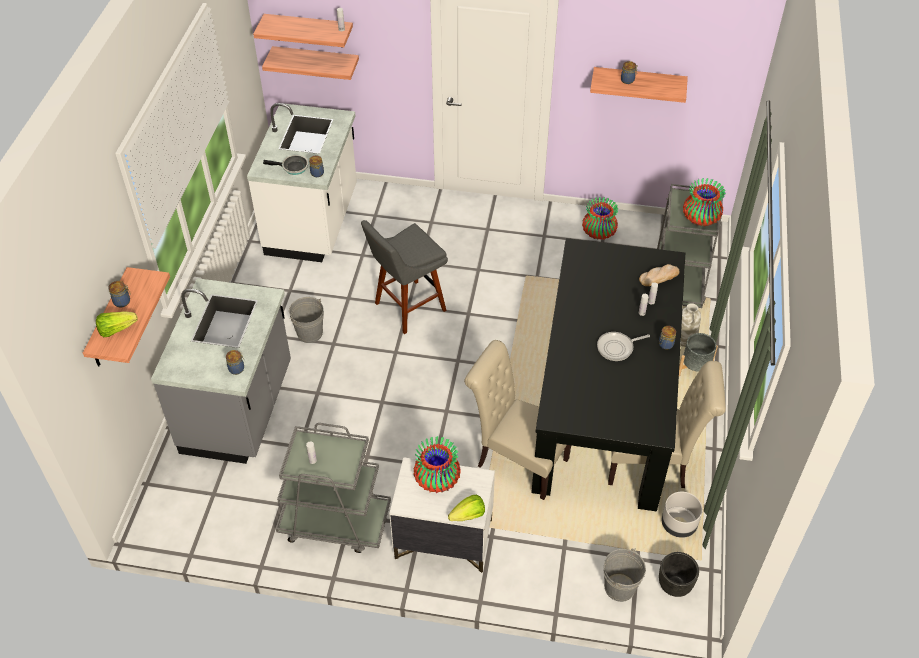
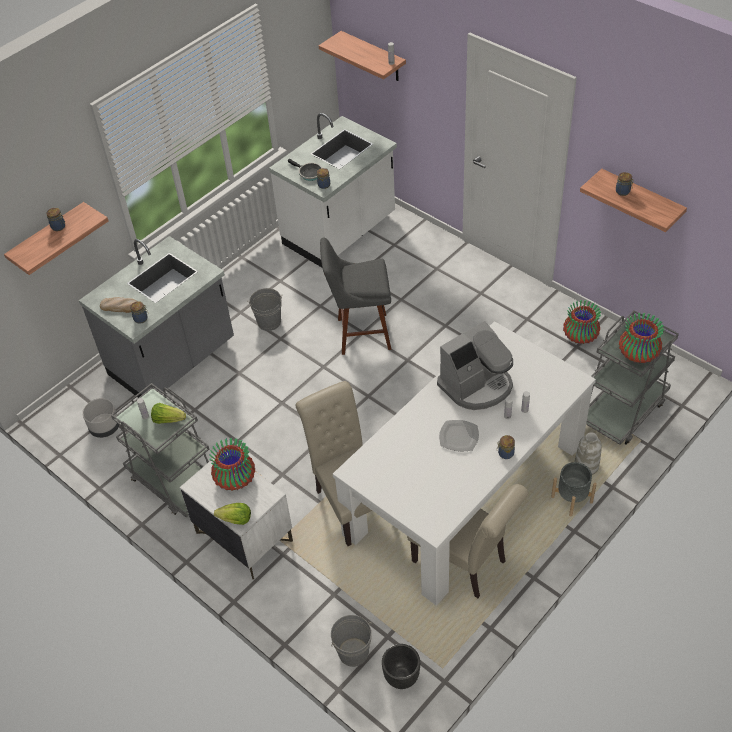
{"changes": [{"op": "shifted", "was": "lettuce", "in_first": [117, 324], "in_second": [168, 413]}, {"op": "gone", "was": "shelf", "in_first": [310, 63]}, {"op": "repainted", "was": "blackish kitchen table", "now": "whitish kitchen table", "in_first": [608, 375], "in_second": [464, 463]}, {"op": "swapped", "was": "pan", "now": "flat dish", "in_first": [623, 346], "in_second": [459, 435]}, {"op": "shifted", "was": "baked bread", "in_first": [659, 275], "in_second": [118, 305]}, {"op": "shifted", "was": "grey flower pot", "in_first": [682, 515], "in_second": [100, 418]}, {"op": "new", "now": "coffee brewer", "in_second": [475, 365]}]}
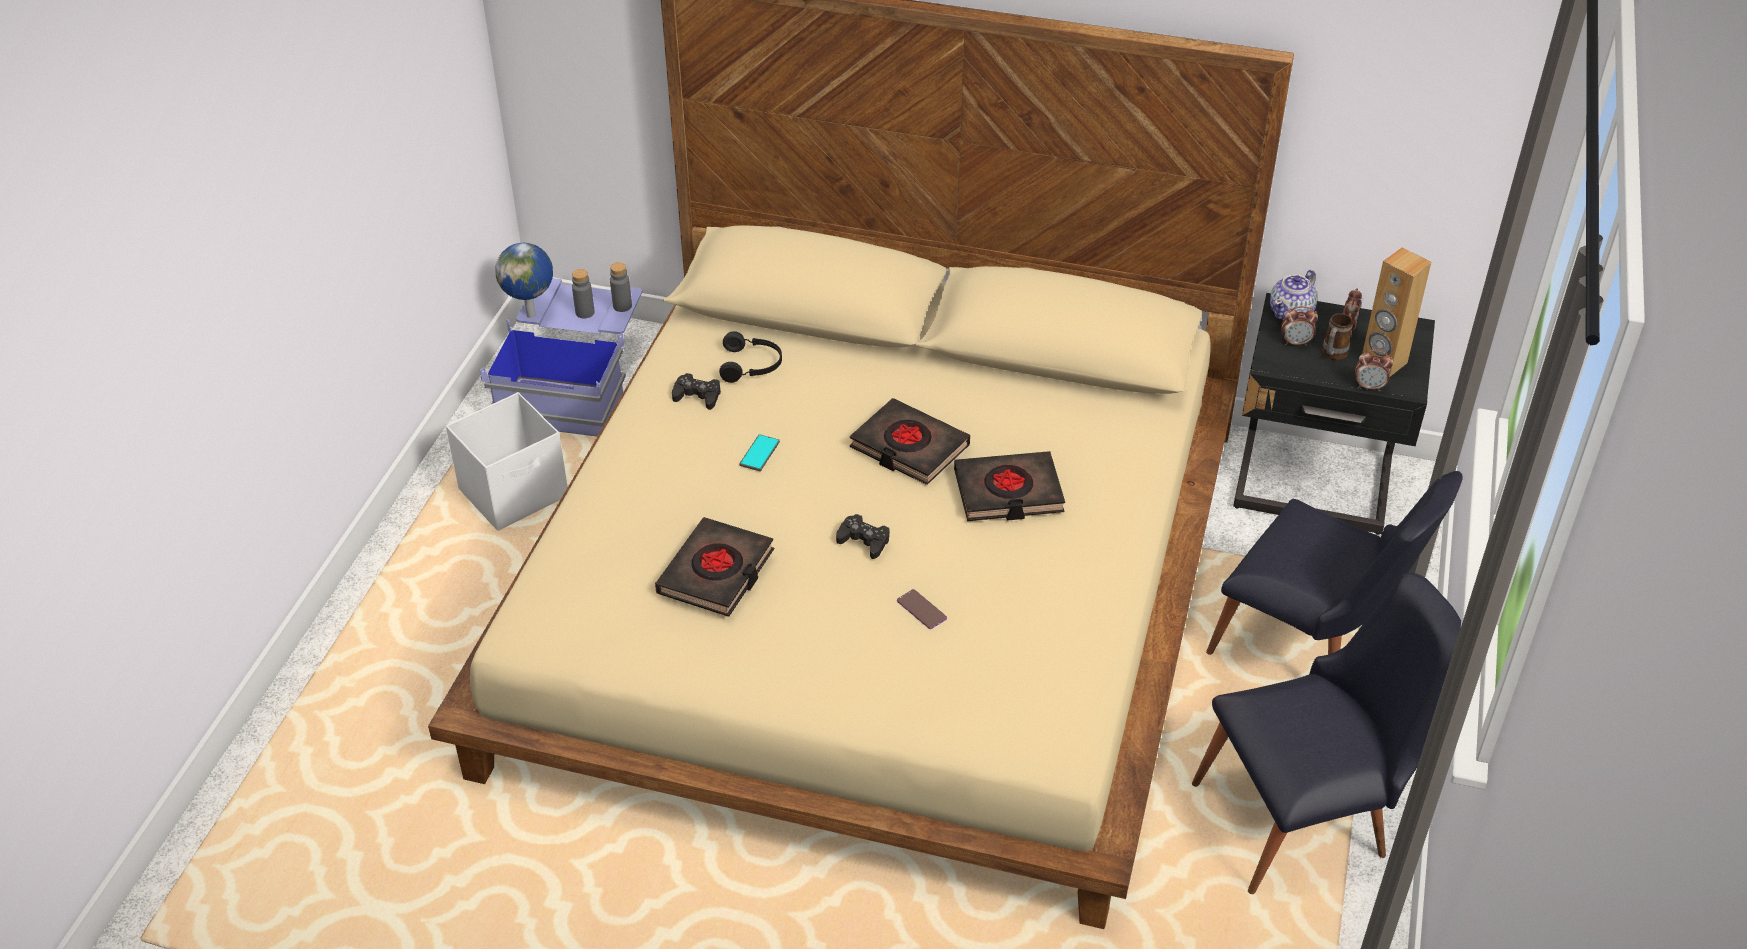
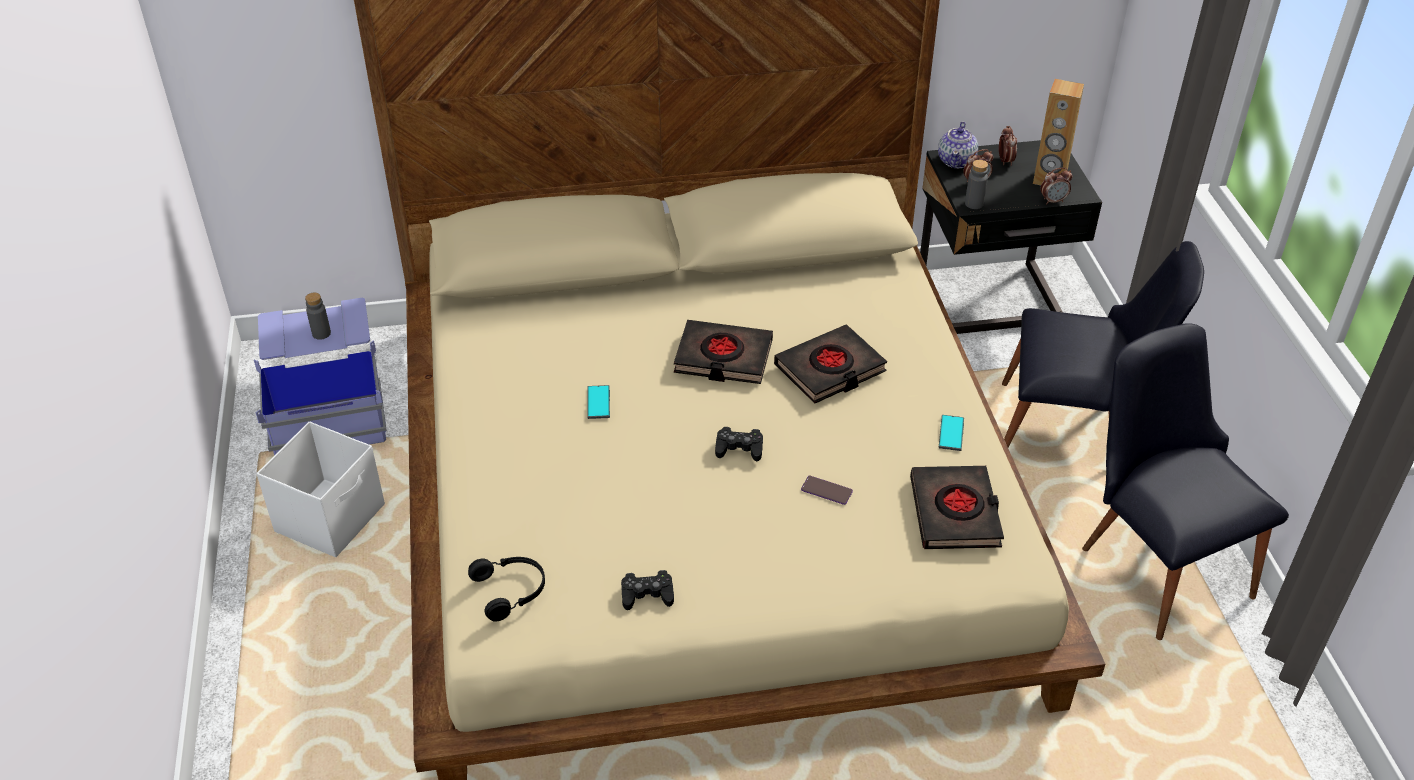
{"changes": [{"op": "gone", "was": "globe", "in_first": [524, 280]}, {"op": "shifted", "was": "grey bottle", "in_first": [621, 287], "in_second": [976, 184]}, {"op": "shifted", "was": "blackish bound book", "in_first": [714, 567], "in_second": [957, 507]}, {"op": "shifted", "was": "blackish game controller", "in_first": [696, 391], "in_second": [647, 590]}, {"op": "shifted", "was": "blackish headset", "in_first": [750, 357], "in_second": [506, 589]}, {"op": "rotated", "was": "blackish chair", "in_first": [1326, 733], "in_second": [1185, 481], "clockwise": -75}, {"op": "gone", "was": "tea mug", "in_first": [1337, 336]}, {"op": "new", "now": "handset", "in_second": [951, 433]}]}
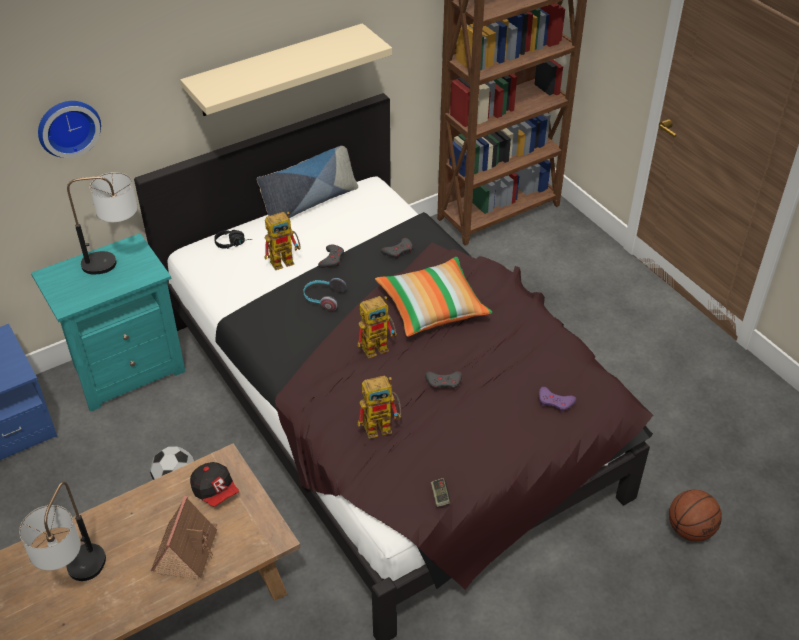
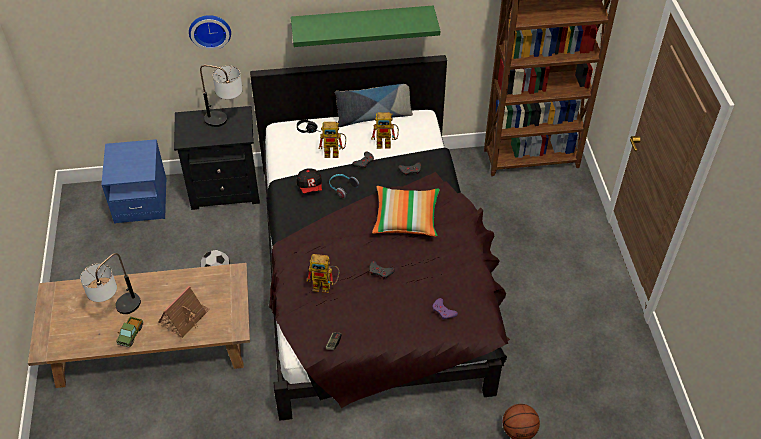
{"changes": [{"op": "repainted", "was": "blue-green night table", "now": "blackish night table", "in_first": [108, 322], "in_second": [217, 158]}, {"op": "repainted", "was": "sand-coloured shelf", "now": "green-coloured shelf", "in_first": [286, 69], "in_second": [365, 26]}, {"op": "shifted", "was": "baseball cap", "in_first": [214, 484], "in_second": [309, 181]}, {"op": "shifted", "was": "model robot", "in_first": [377, 327], "in_second": [385, 130]}, {"op": "new", "now": "toy lorry", "in_second": [129, 332]}]}
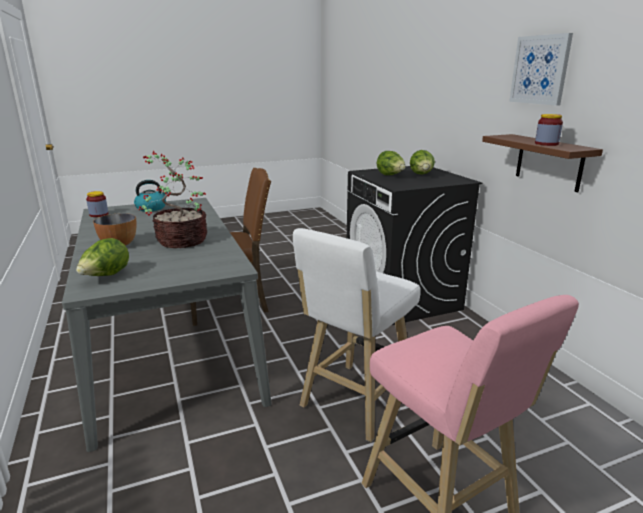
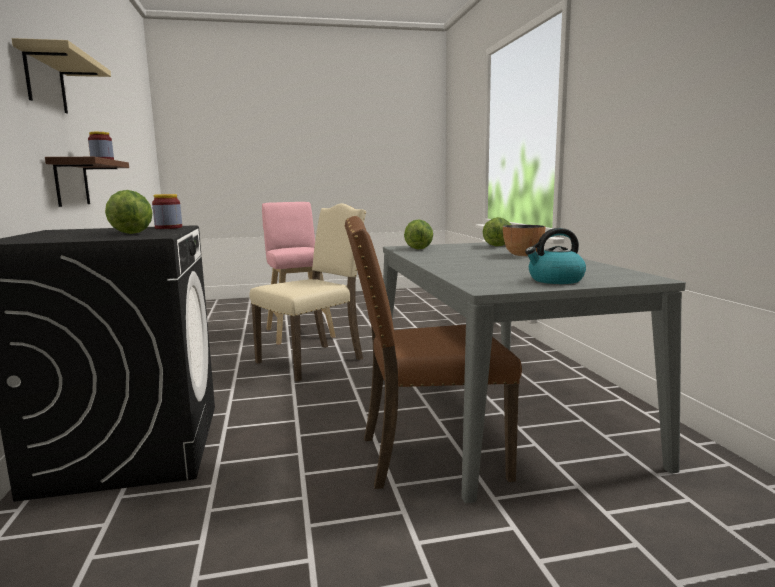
{"changes": [{"op": "shifted", "was": "storage jar", "in_first": [97, 204], "in_second": [167, 211]}, {"op": "gone", "was": "plant in a pot", "in_first": [172, 199]}, {"op": "swapped", "was": "whitish stool", "now": "sand-coloured chair", "in_first": [357, 335], "in_second": [307, 292]}, {"op": "shifted", "was": "lettuce", "in_first": [422, 162], "in_second": [418, 234]}, {"op": "swapped", "was": "wall art", "now": "sand-coloured shelf", "in_first": [541, 69], "in_second": [61, 75]}]}
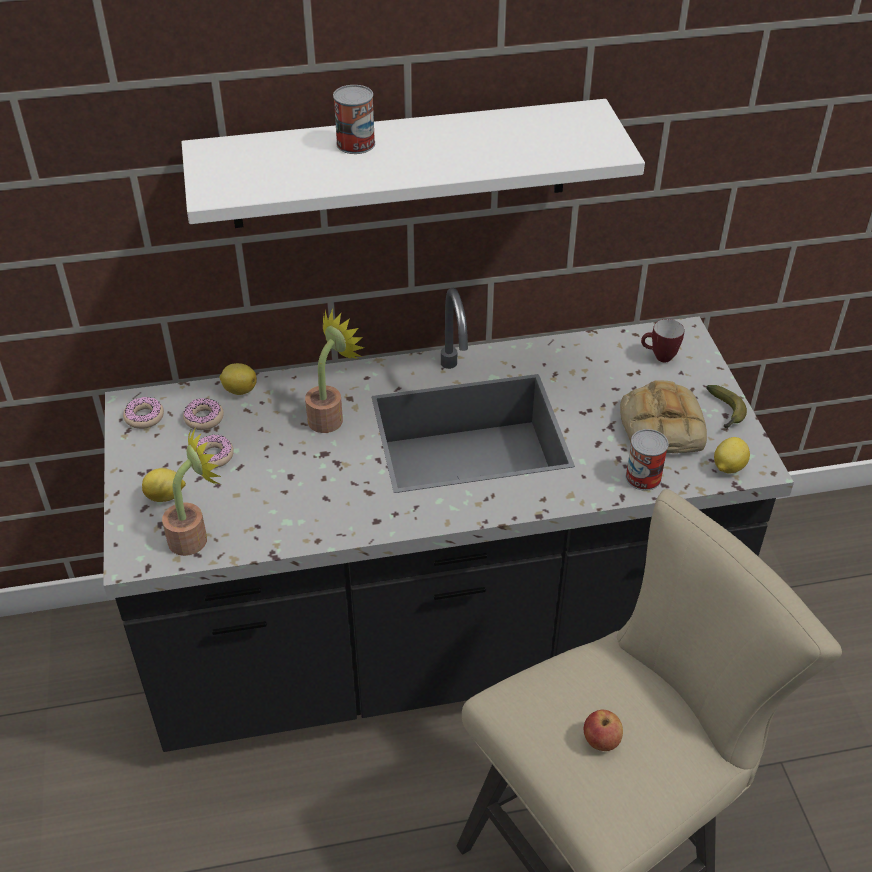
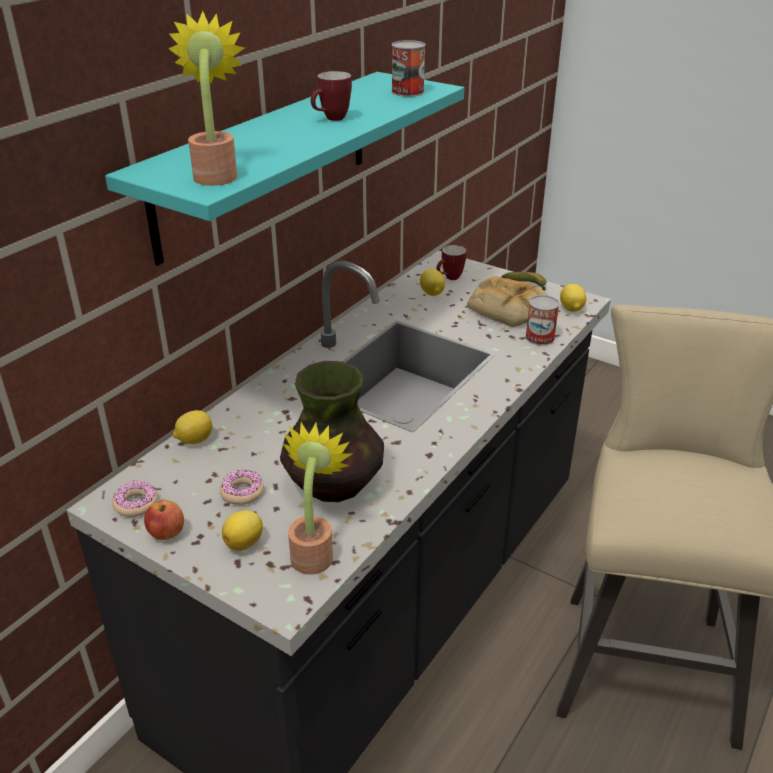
{"changes": [{"op": "repainted", "was": "whitish shelf", "now": "blue-green shelf", "in_first": [413, 163], "in_second": [284, 169]}, {"op": "gone", "was": "ring doughnut", "in_first": [203, 414]}, {"op": "shifted", "was": "plant in a pot", "in_first": [335, 370], "in_second": [206, 98]}, {"op": "shifted", "was": "sealed can", "in_first": [354, 119], "in_second": [408, 68]}, {"op": "shifted", "was": "apple fruit", "in_first": [603, 730], "in_second": [164, 520]}, {"op": "new", "now": "decorative vase", "in_second": [332, 431]}, {"op": "new", "now": "tea mug", "in_second": [331, 96]}, {"op": "new", "now": "whole lemon", "in_second": [432, 282]}]}
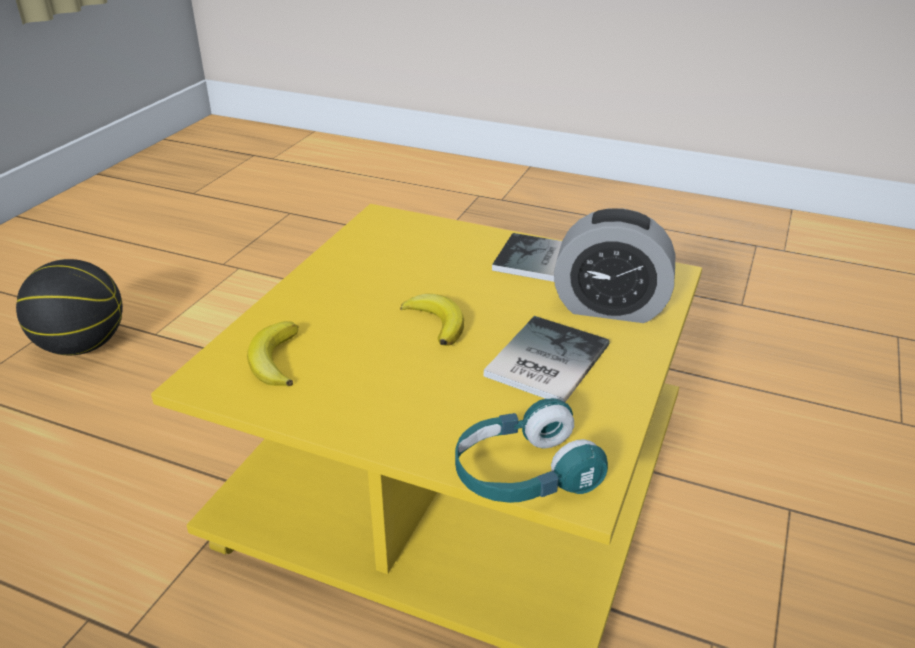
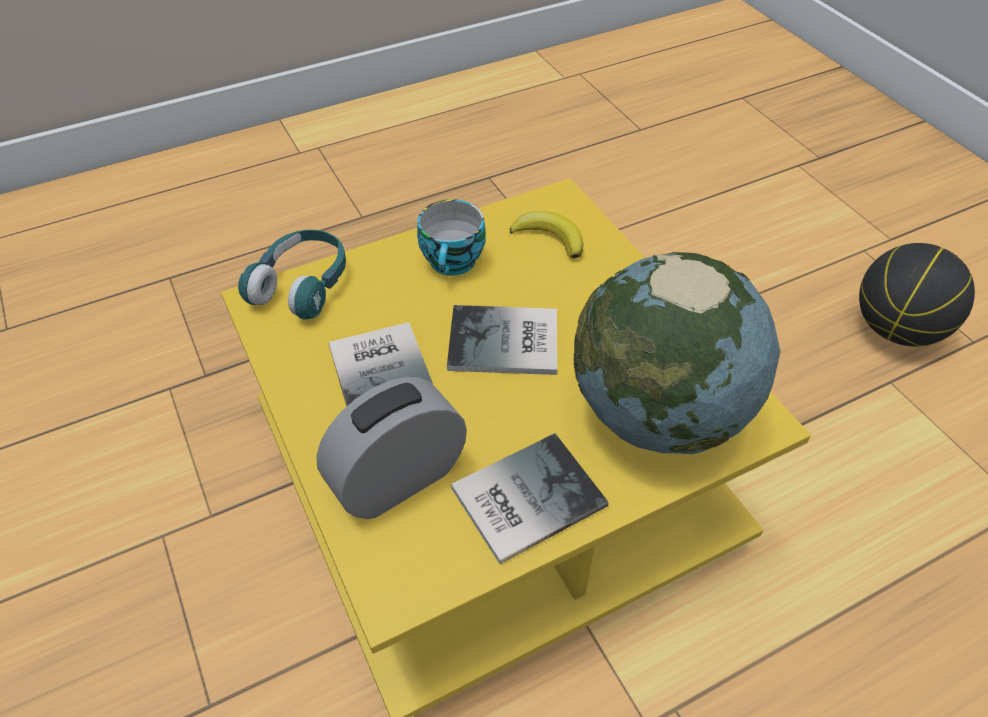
{"changes": [{"op": "swapped", "was": "whole banana", "now": "bound book", "in_first": [432, 320], "in_second": [502, 340]}, {"op": "new", "now": "cup", "in_second": [451, 237]}, {"op": "new", "now": "globe", "in_second": [677, 353]}]}
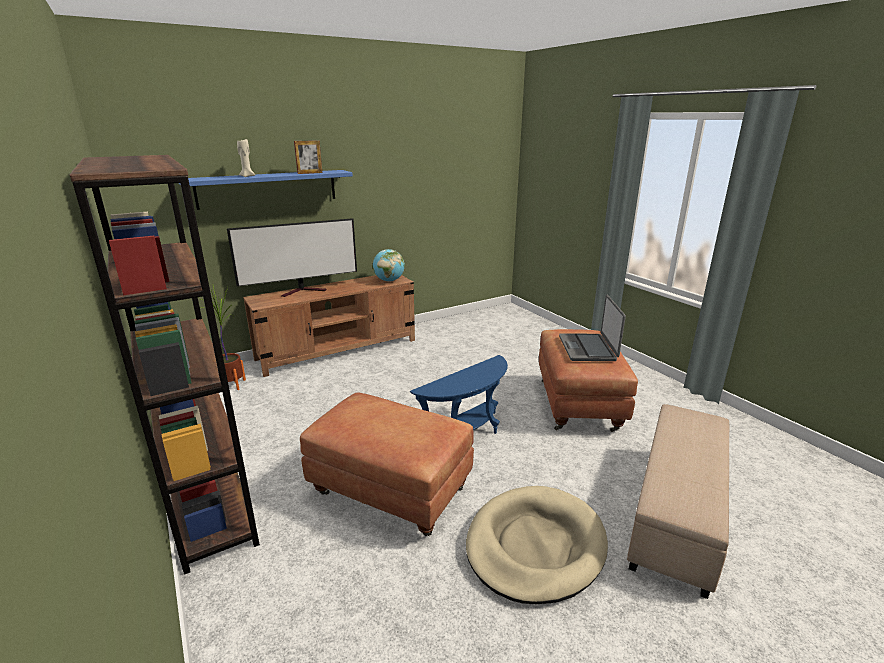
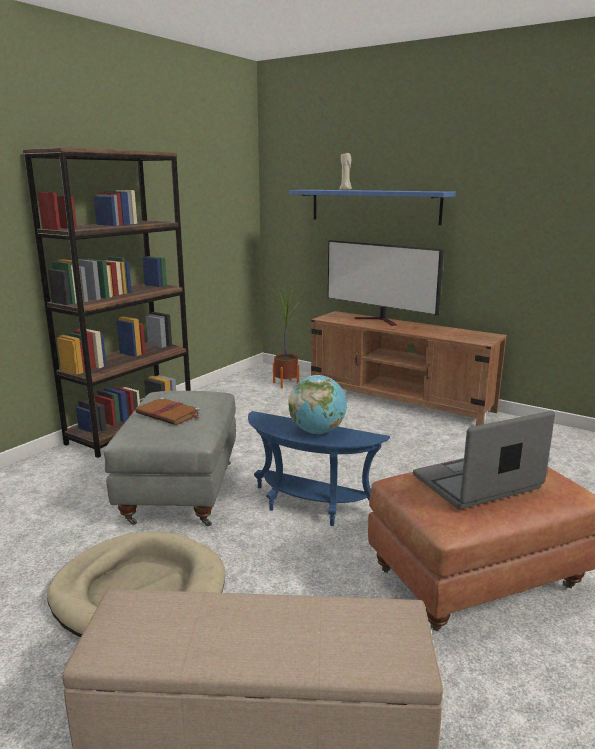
{"changes": [{"op": "gone", "was": "picture frame", "in_first": [308, 157]}, {"op": "repainted", "was": "brown pouffe", "now": "grey pouffe", "in_first": [387, 464], "in_second": [169, 459]}, {"op": "shifted", "was": "globe", "in_first": [389, 265], "in_second": [317, 404]}, {"op": "new", "now": "brown bound book", "in_second": [168, 411]}]}
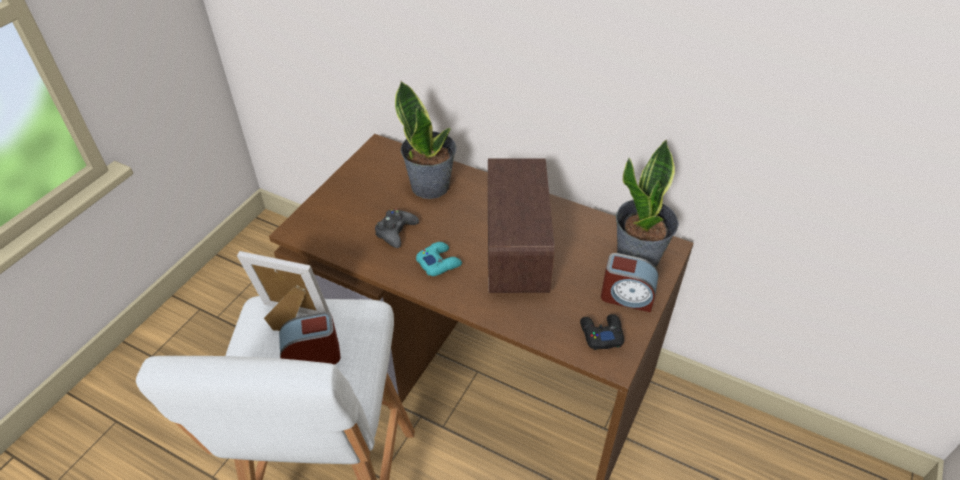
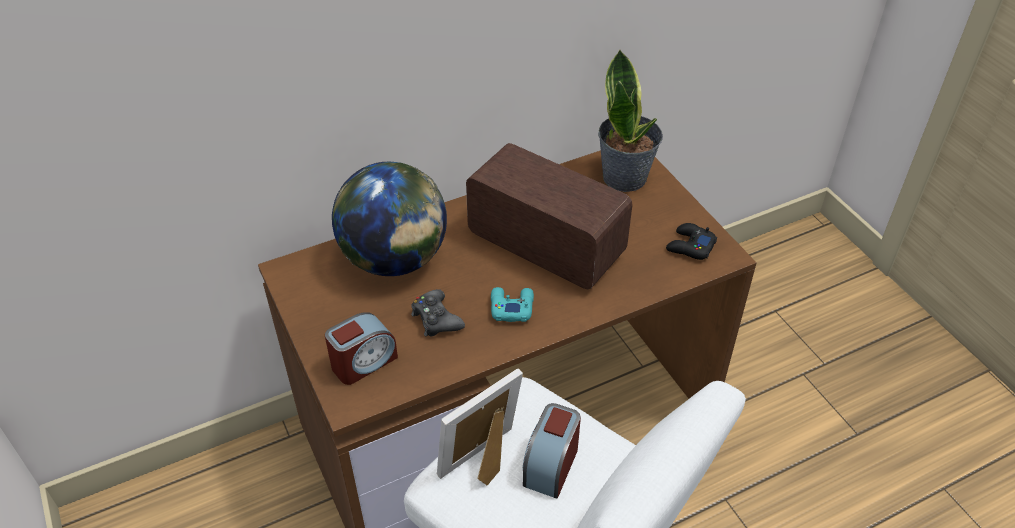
{"changes": [{"op": "swapped", "was": "plant in a pot", "now": "globe", "in_first": [425, 140], "in_second": [389, 219]}, {"op": "shifted", "was": "alarm clock", "in_first": [630, 282], "in_second": [361, 348]}]}
